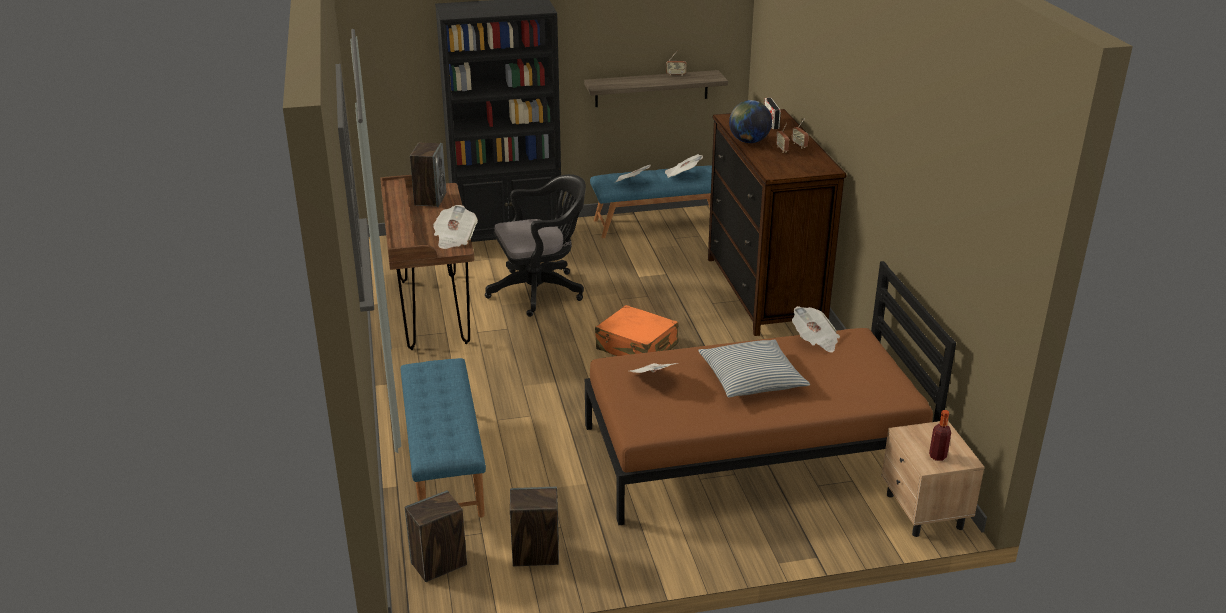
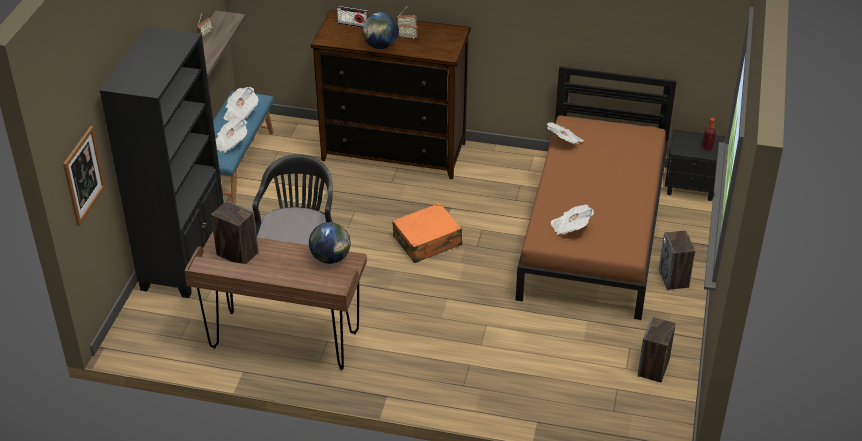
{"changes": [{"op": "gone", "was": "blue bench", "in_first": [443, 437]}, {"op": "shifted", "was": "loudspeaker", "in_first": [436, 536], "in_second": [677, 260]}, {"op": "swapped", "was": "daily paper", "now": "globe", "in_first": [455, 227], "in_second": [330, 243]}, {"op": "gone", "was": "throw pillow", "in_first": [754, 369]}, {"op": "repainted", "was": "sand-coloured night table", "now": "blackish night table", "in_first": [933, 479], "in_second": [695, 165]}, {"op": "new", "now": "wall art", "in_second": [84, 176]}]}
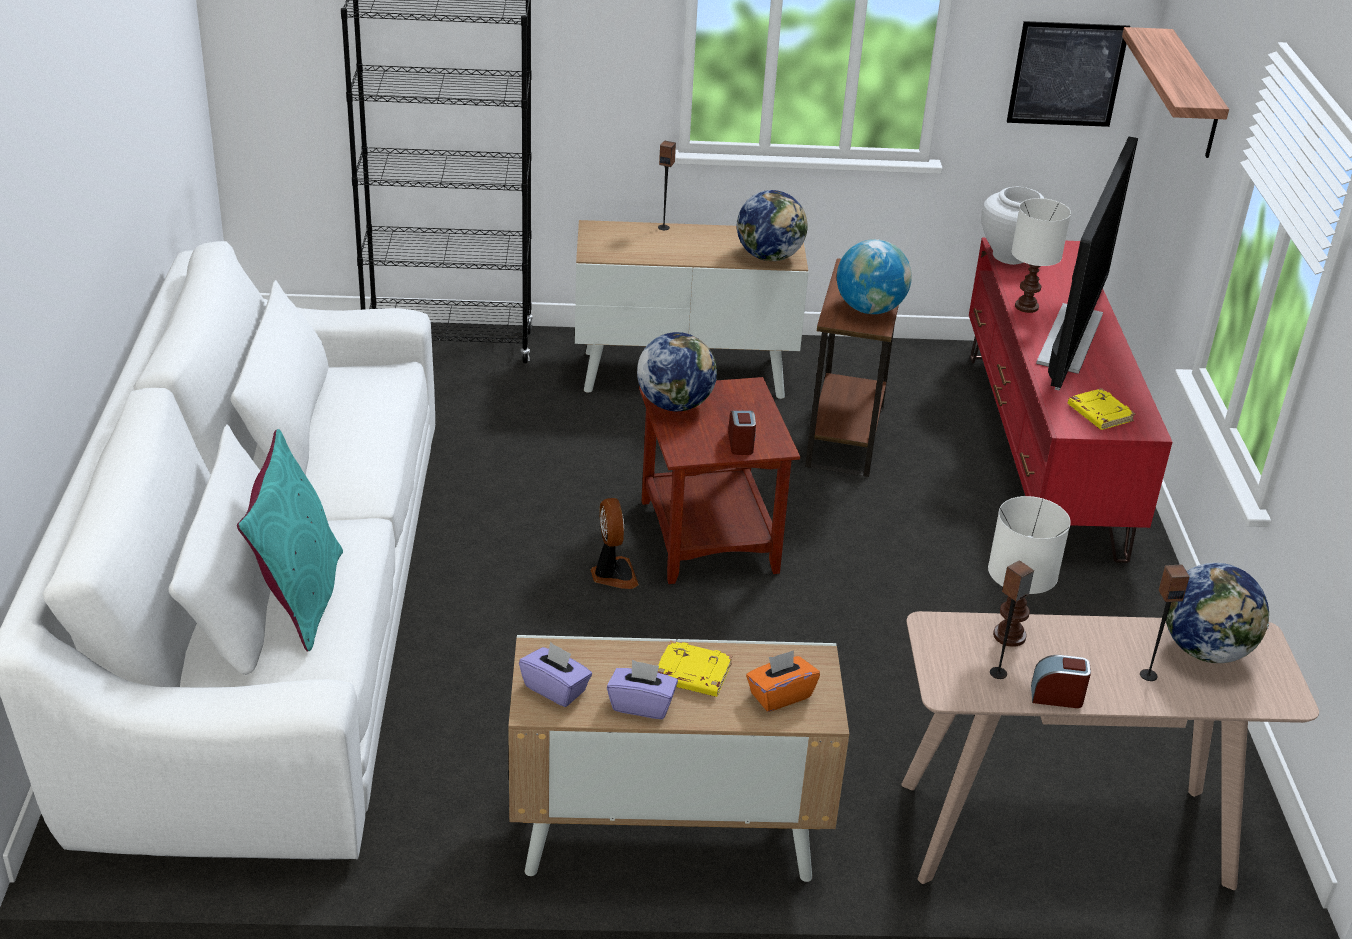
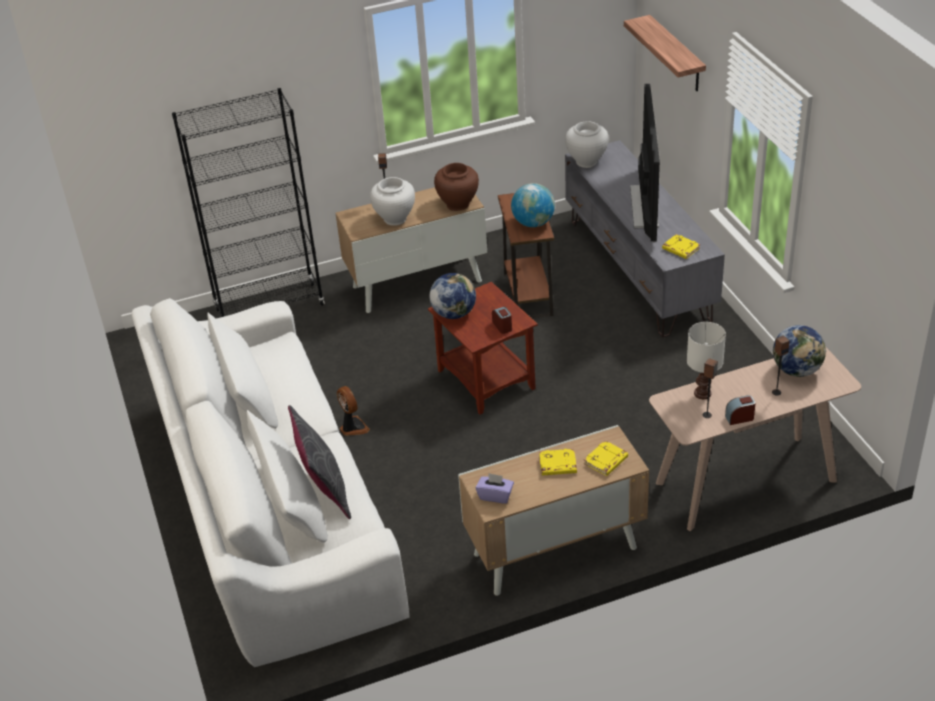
{"changes": [{"op": "repainted", "was": "blue-green throw pillow", "now": "grey throw pillow", "in_first": [290, 540], "in_second": [319, 462]}, {"op": "shifted", "was": "fan", "in_first": [615, 543], "in_second": [353, 411]}, {"op": "gone", "was": "purple tissue holder", "in_first": [642, 689]}, {"op": "swapped", "was": "globe", "now": "brown decorative vase", "in_first": [772, 225], "in_second": [456, 187]}, {"op": "swapped", "was": "orange-coloured tissue holder", "now": "yellow bound book", "in_first": [783, 681], "in_second": [606, 458]}, {"op": "repainted", "was": "reddish tv stand", "now": "grey tv stand", "in_first": [1070, 400], "in_second": [645, 238]}, {"op": "gone", "was": "wall art", "in_first": [1068, 74]}, {"op": "gone", "was": "whitish tabletop lamp", "in_first": [1041, 255]}, {"op": "new", "now": "whitish decorative vase", "in_second": [392, 201]}]}
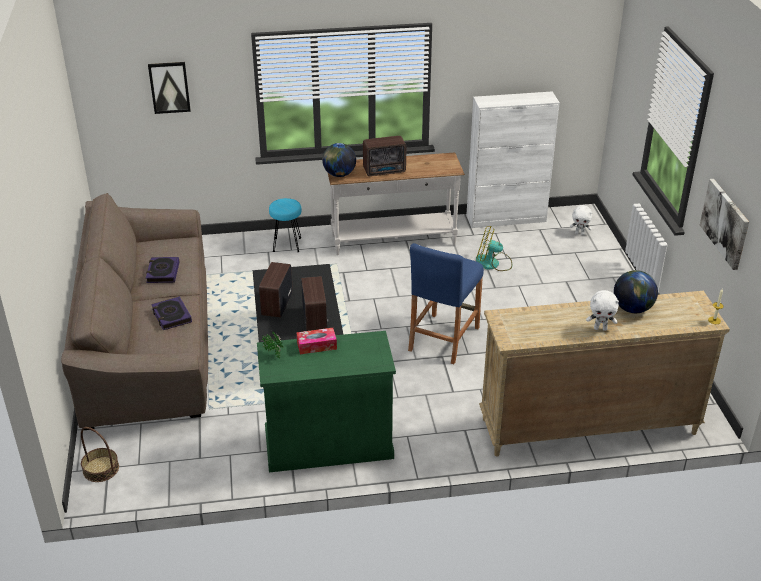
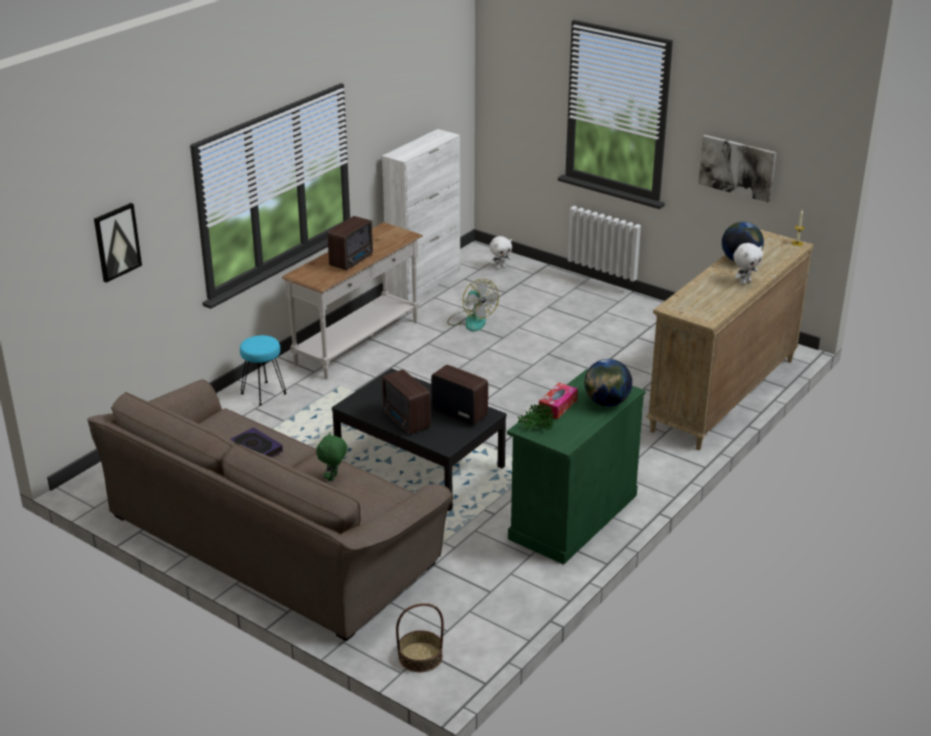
{"changes": [{"op": "swapped", "was": "bound book", "now": "green-coloured cuddly toy", "in_first": [171, 313], "in_second": [331, 456]}, {"op": "shifted", "was": "globe", "in_first": [339, 160], "in_second": [608, 382]}, {"op": "gone", "was": "blue stool", "in_first": [446, 303]}, {"op": "rotated", "was": "fan", "in_first": [494, 248], "in_second": [473, 305], "clockwise": -90}]}
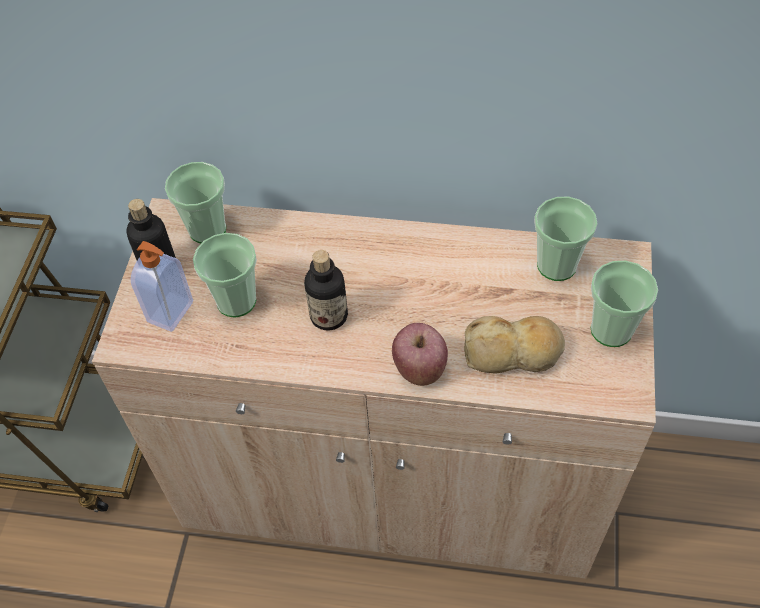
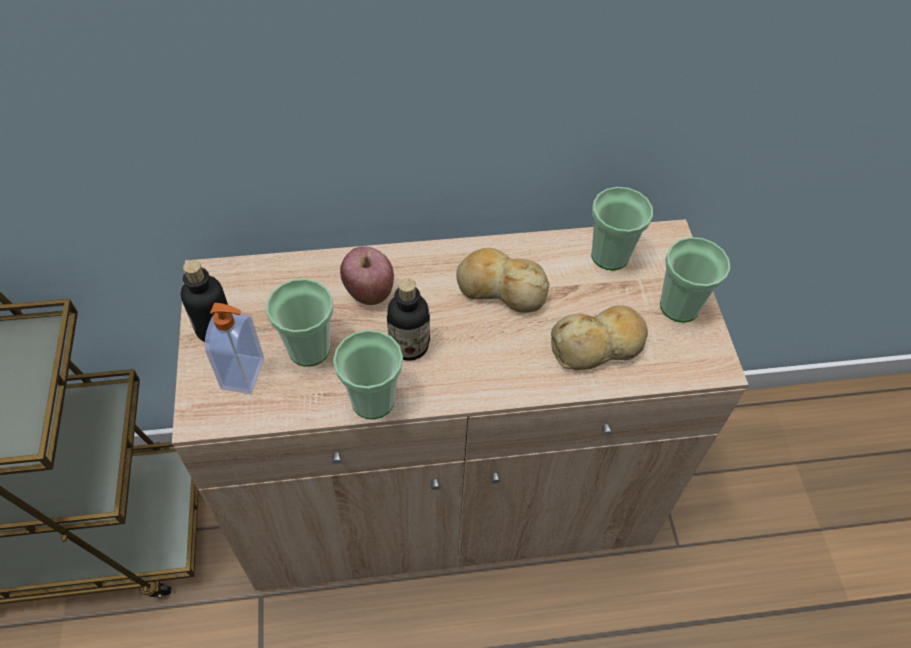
{"changes": [{"op": "shifted", "was": "cup", "in_first": [195, 202], "in_second": [368, 375]}, {"op": "shifted", "was": "apple fruit", "in_first": [420, 354], "in_second": [367, 275]}, {"op": "new", "now": "baked bread", "in_second": [503, 280]}]}
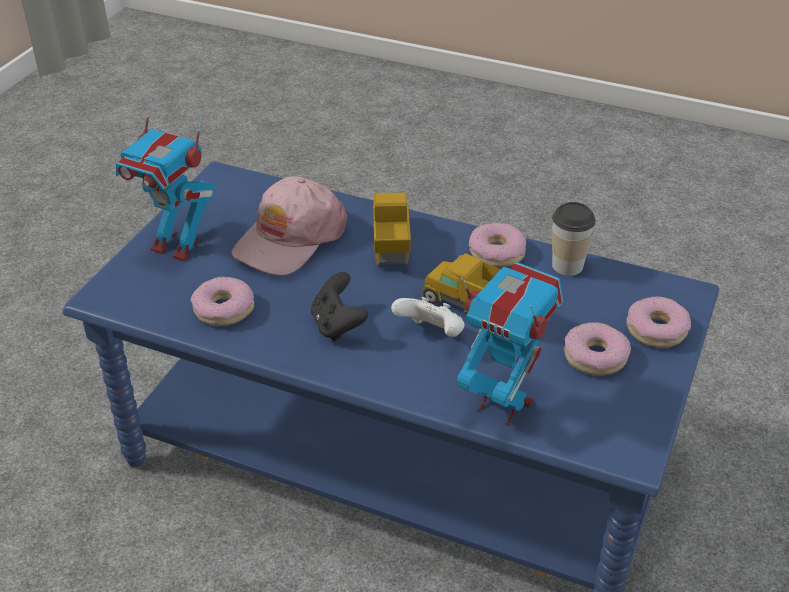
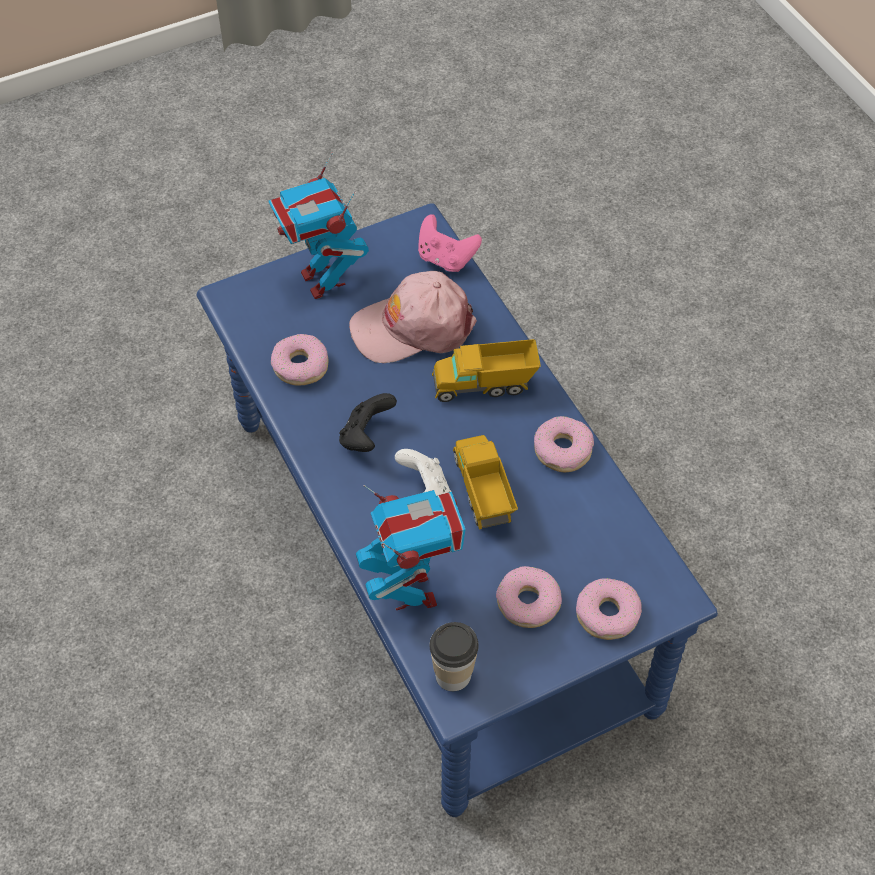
{"changes": [{"op": "rotated", "was": "toy lorry", "in_first": [392, 229], "in_second": [486, 370], "clockwise": -135}, {"op": "shifted", "was": "cup", "in_first": [574, 239], "in_second": [454, 656]}, {"op": "new", "now": "pinkish game controller", "in_second": [450, 243]}]}
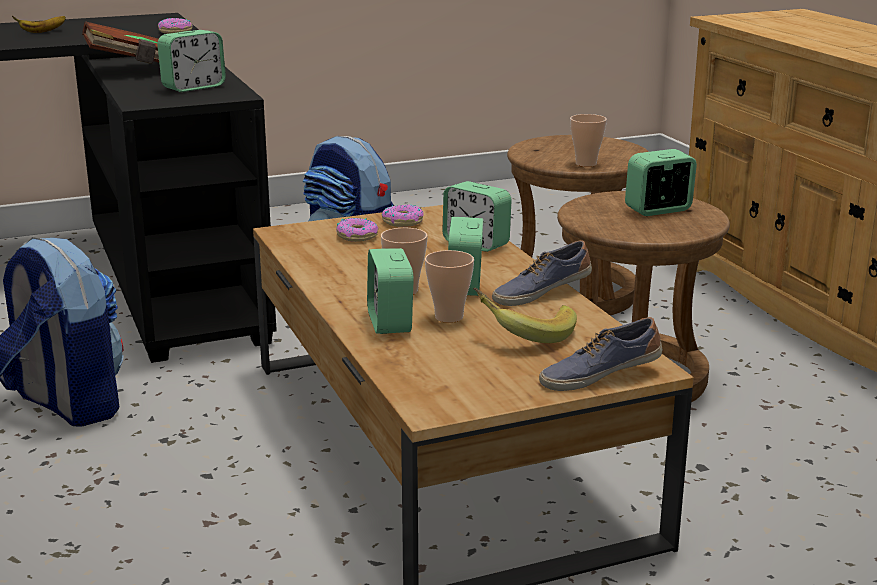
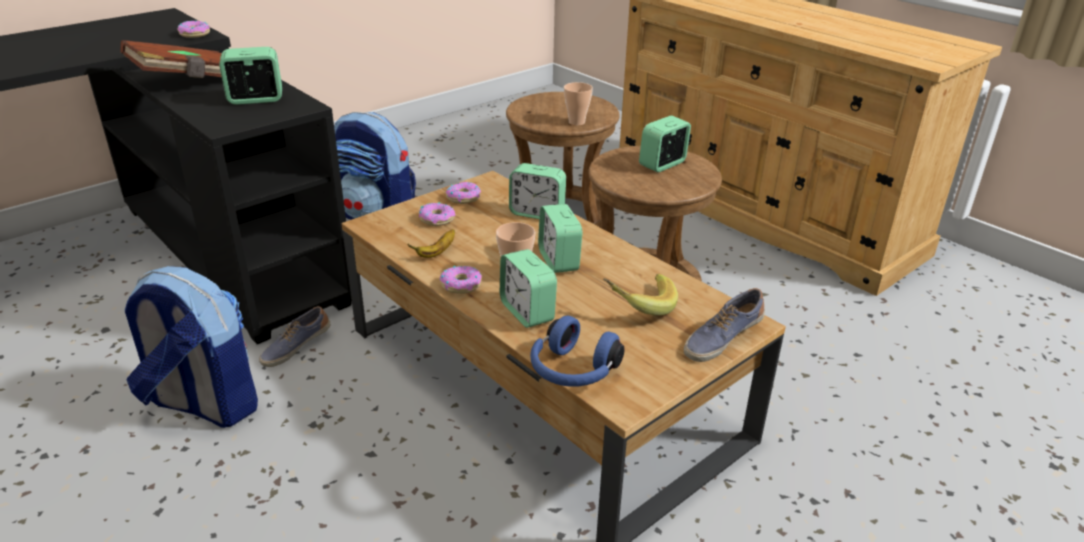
{"changes": [{"op": "shifted", "was": "whole banana", "in_first": [39, 24], "in_second": [431, 243]}, {"op": "rotated", "was": "alarm clock", "in_first": [191, 61], "in_second": [250, 76], "clockwise": -135}, {"op": "gone", "was": "cup", "in_first": [449, 286]}, {"op": "shifted", "was": "shoe", "in_first": [542, 273], "in_second": [294, 336]}, {"op": "new", "now": "ring doughnut", "in_second": [461, 280]}, {"op": "new", "now": "blue headset", "in_second": [577, 351]}]}
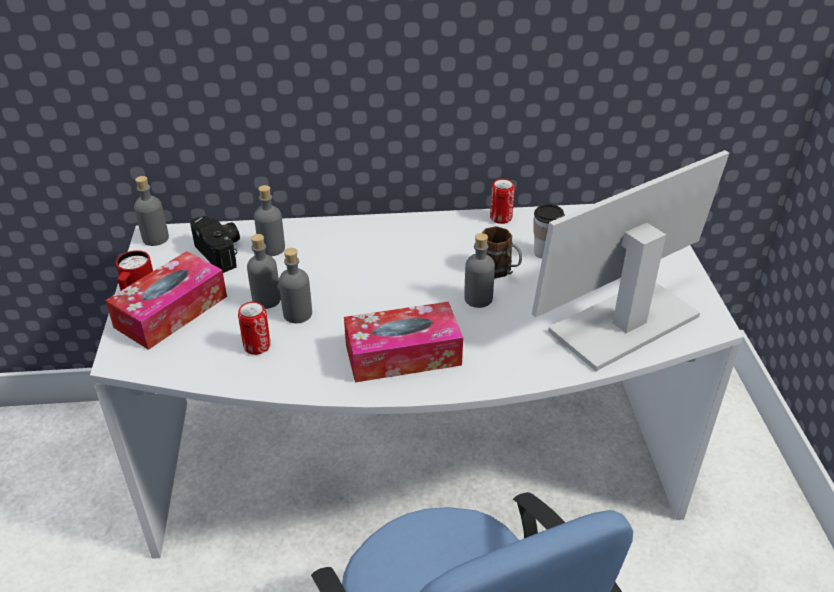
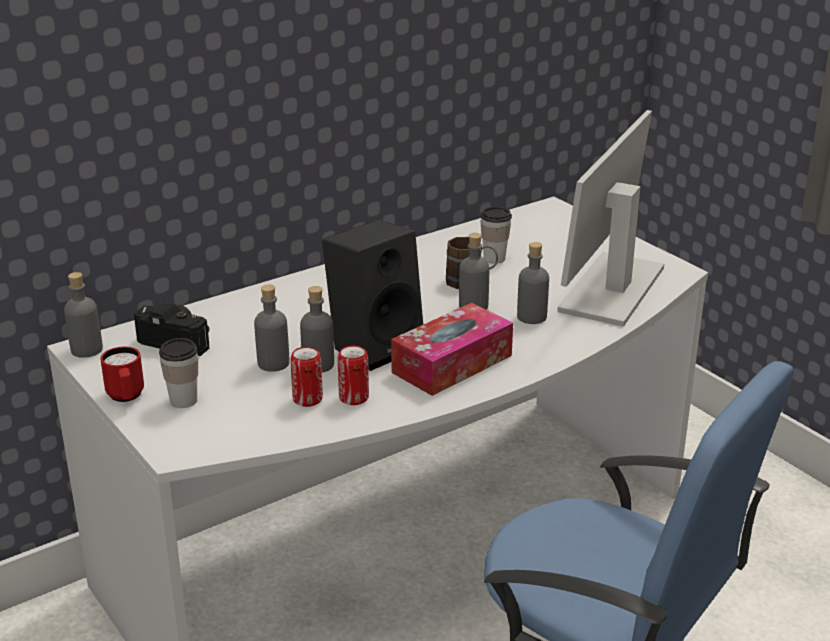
{"changes": [{"op": "swapped", "was": "tissue holder", "now": "cup", "in_first": [166, 300], "in_second": [178, 373]}, {"op": "shifted", "was": "grey bottle", "in_first": [269, 220], "in_second": [533, 283]}, {"op": "shifted", "was": "sealed can", "in_first": [502, 201], "in_second": [353, 375]}, {"op": "new", "now": "blackish loudspeaker", "in_second": [372, 295]}]}
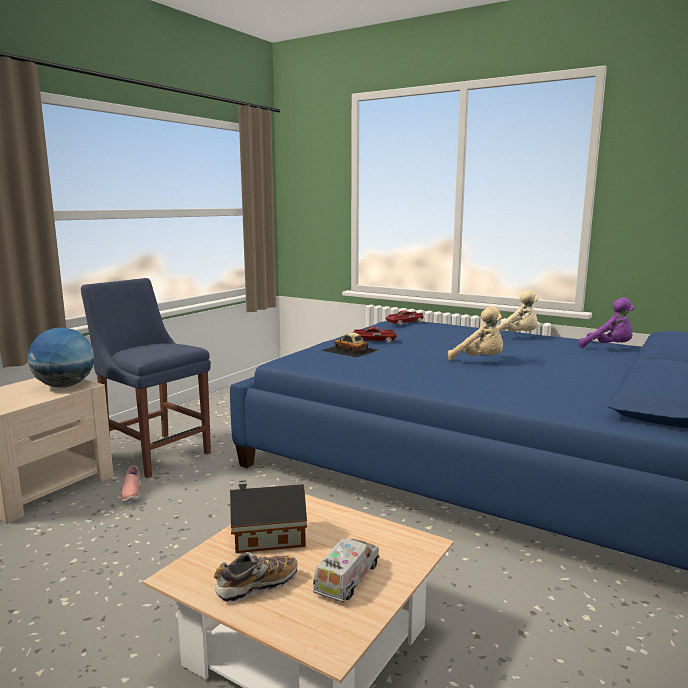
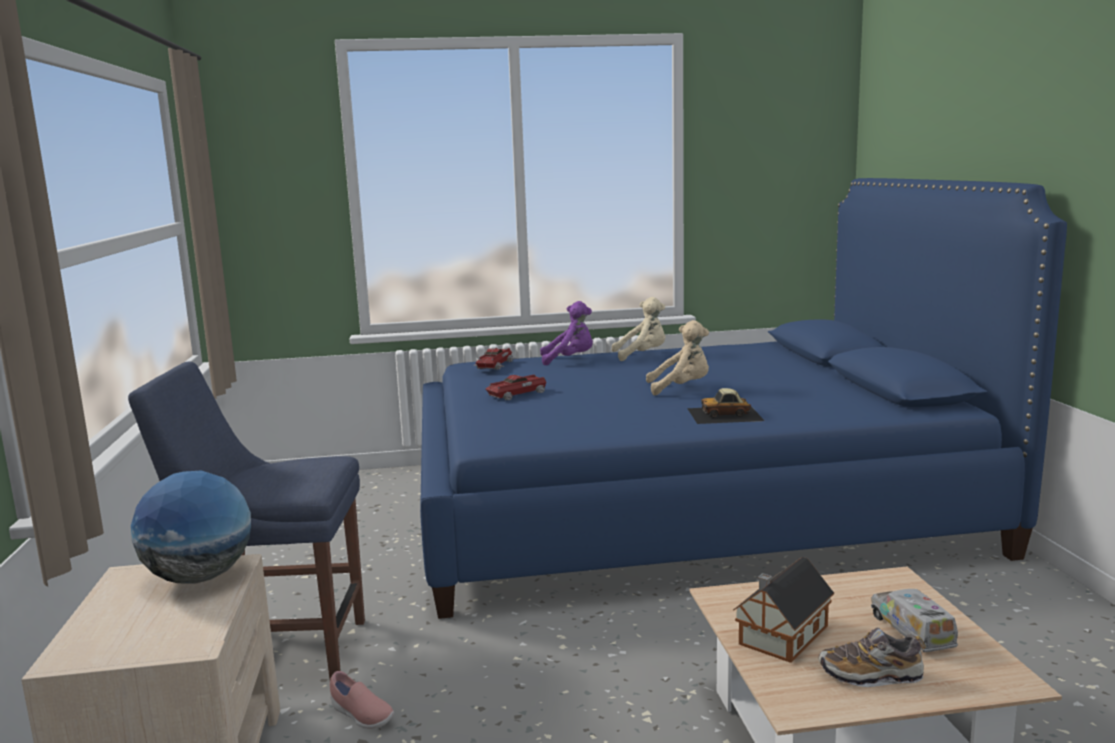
{"changes": [{"op": "rotated", "was": "shoe", "in_first": [255, 577], "in_second": [872, 657], "clockwise": -105}, {"op": "shifted", "was": "toy car", "in_first": [350, 345], "in_second": [726, 406]}, {"op": "shifted", "was": "purple cuddly toy", "in_first": [607, 322], "in_second": [566, 333]}]}
